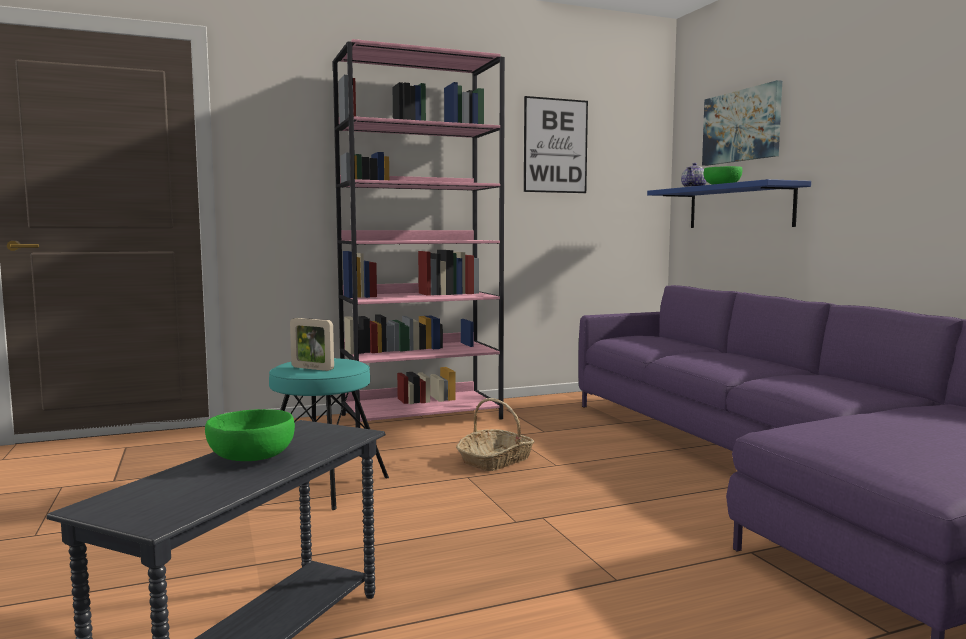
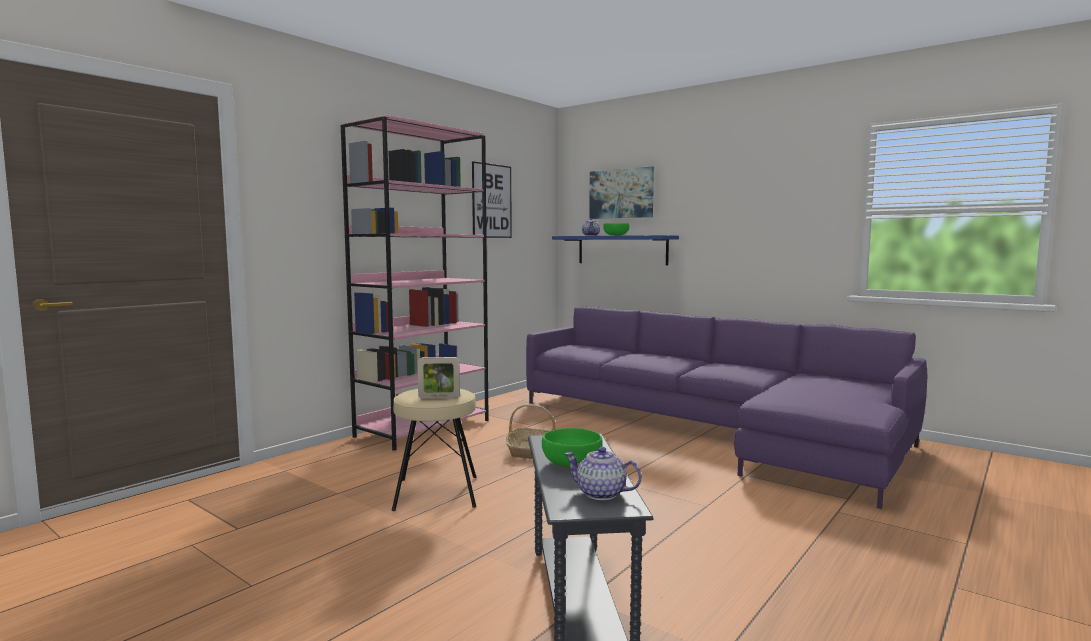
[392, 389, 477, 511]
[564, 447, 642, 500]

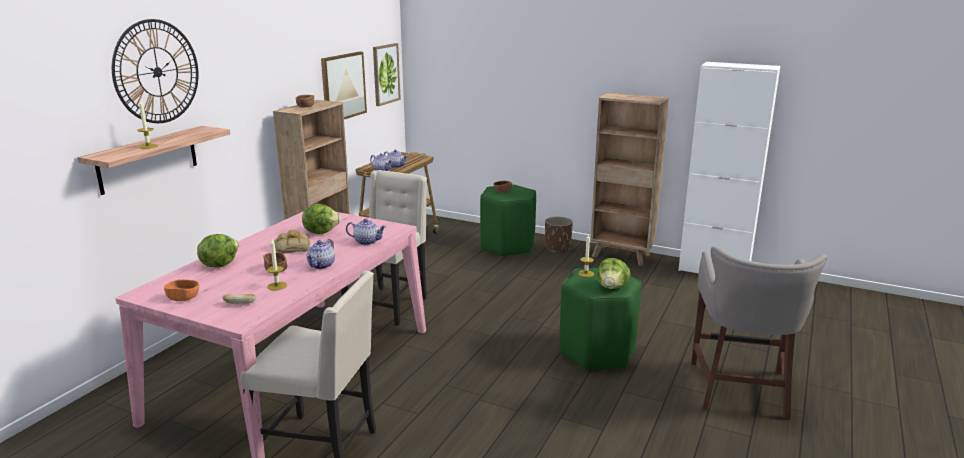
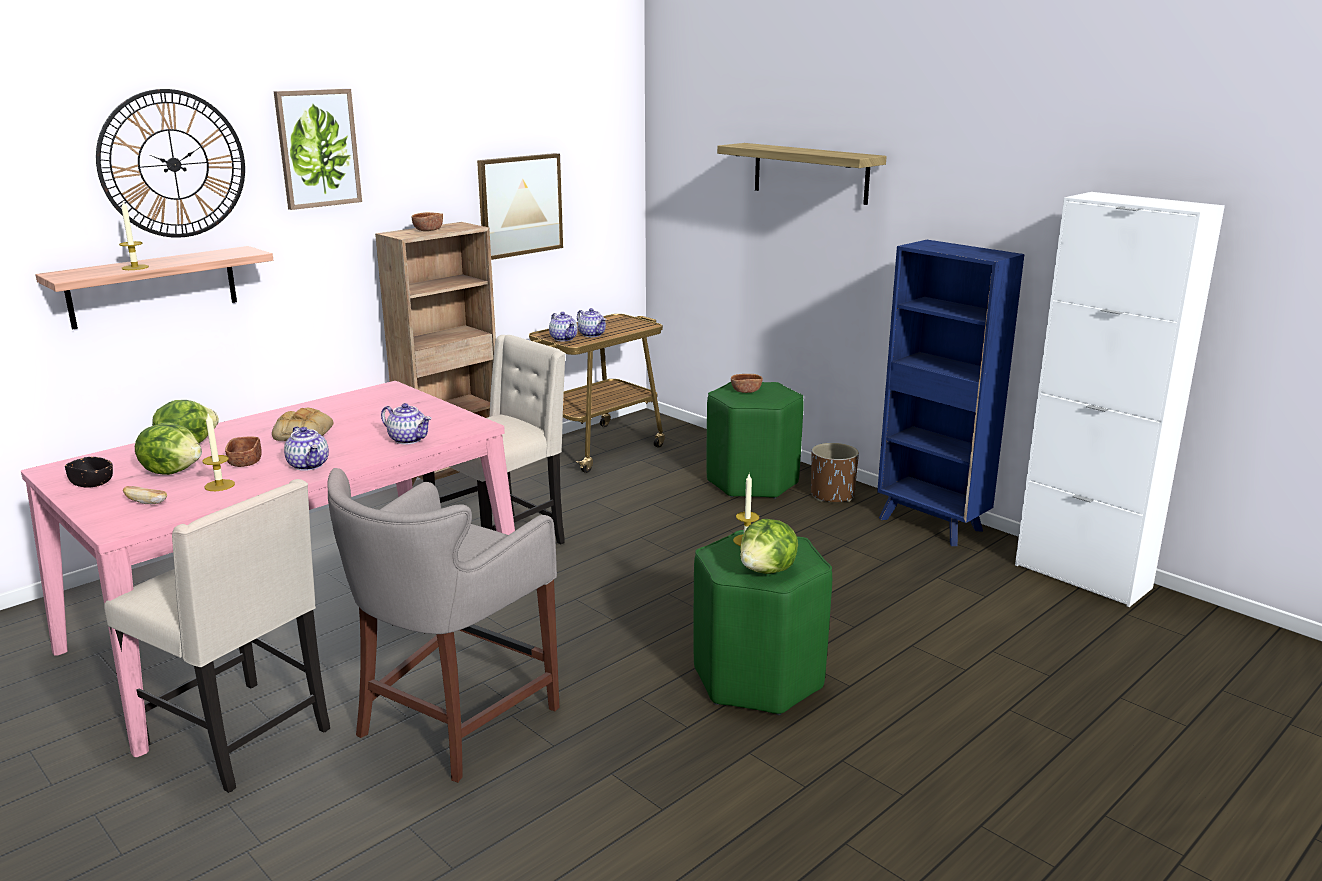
[274, 89, 362, 210]
[877, 240, 1025, 546]
[135, 422, 202, 475]
[284, 426, 329, 471]
[327, 468, 560, 783]
[65, 457, 113, 488]
[717, 143, 887, 205]

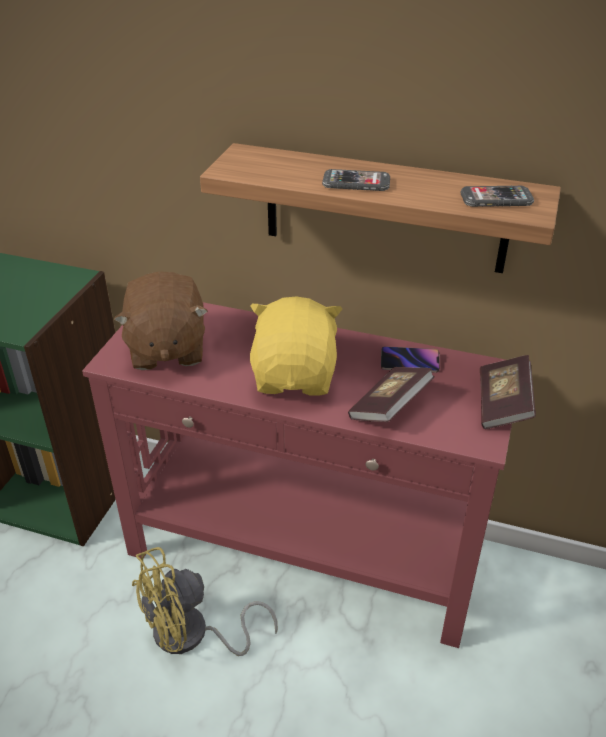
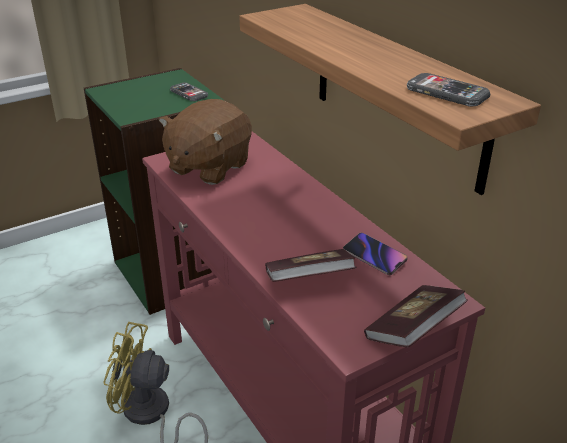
[170, 83, 208, 101]
[250, 296, 342, 396] (first image)

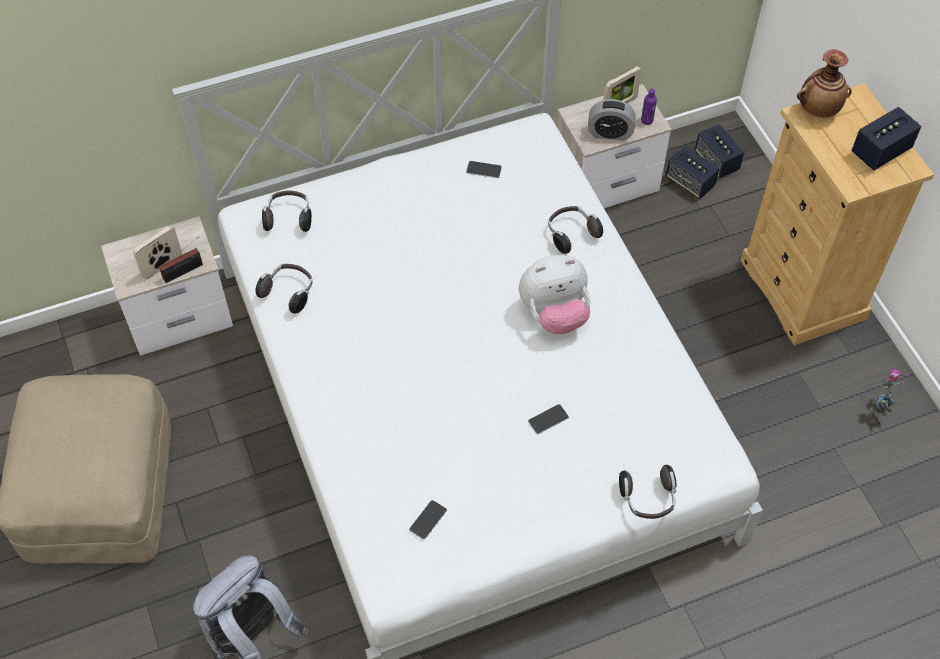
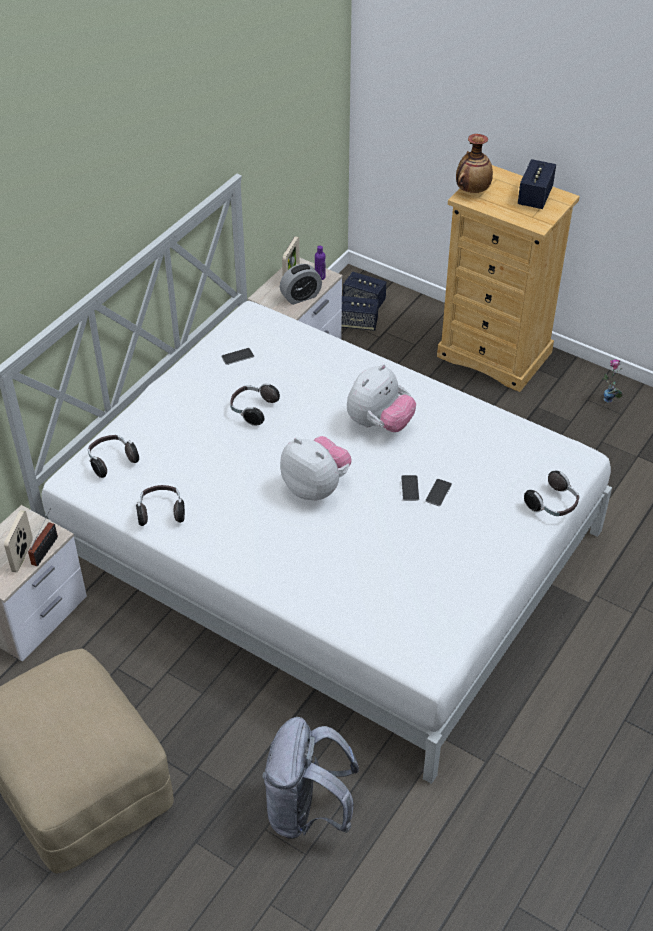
[230, 383, 280, 426]
[401, 475, 419, 501]
[280, 436, 352, 501]

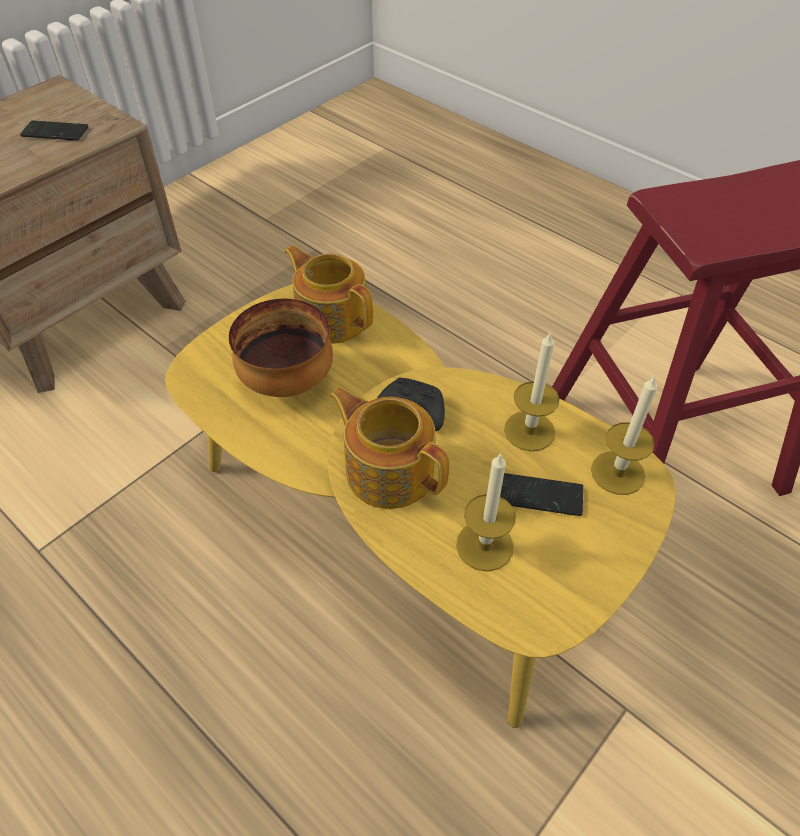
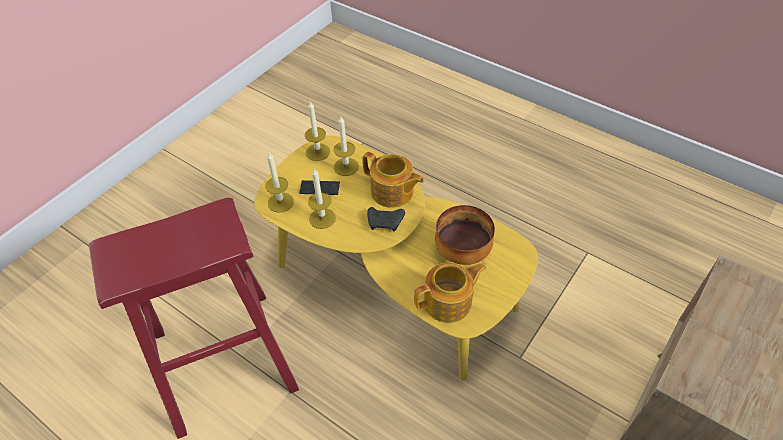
[20, 120, 89, 141] (first image)
[414, 263, 486, 323]
[305, 101, 330, 161]

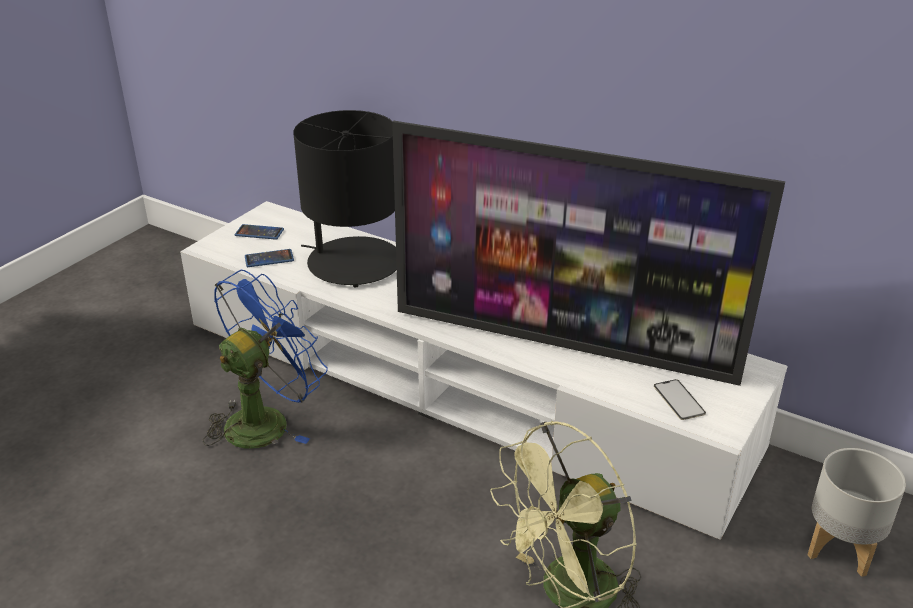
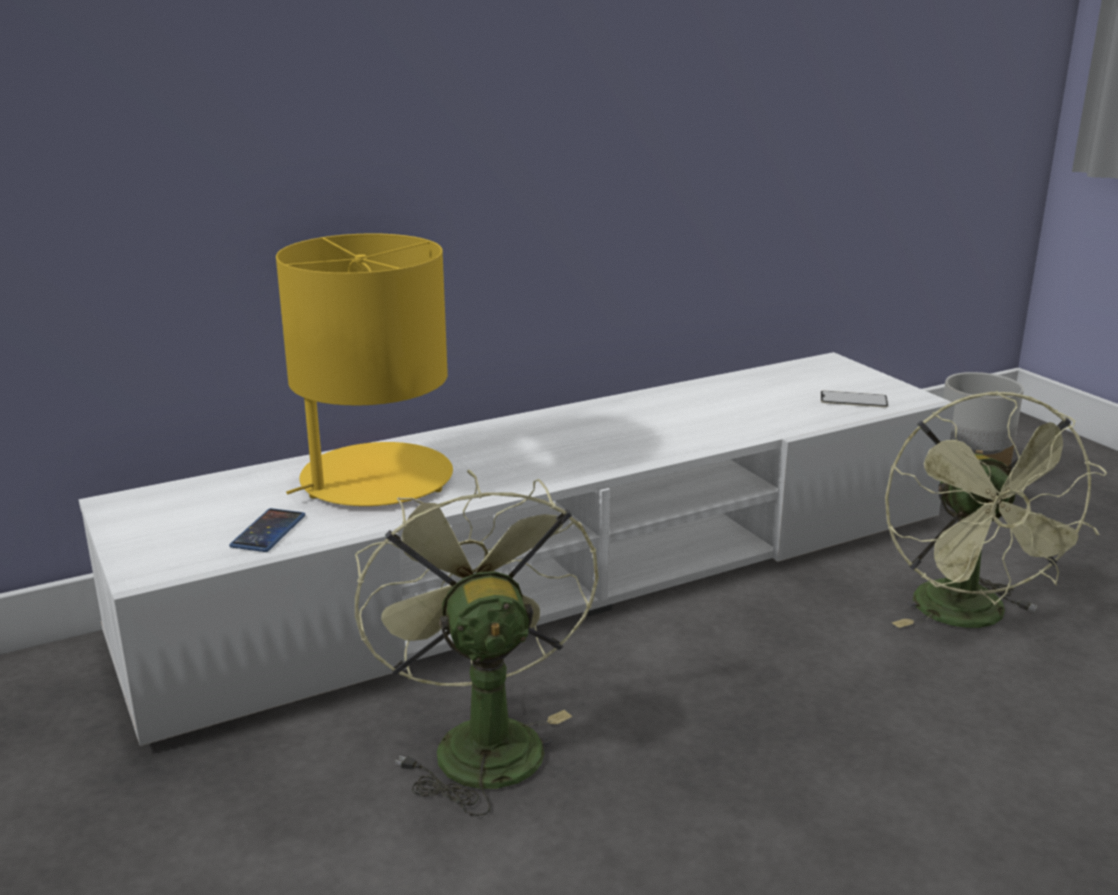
[276, 233, 453, 506]
[392, 121, 785, 386] (first image)
[235, 224, 284, 240] (first image)
[355, 469, 599, 816]

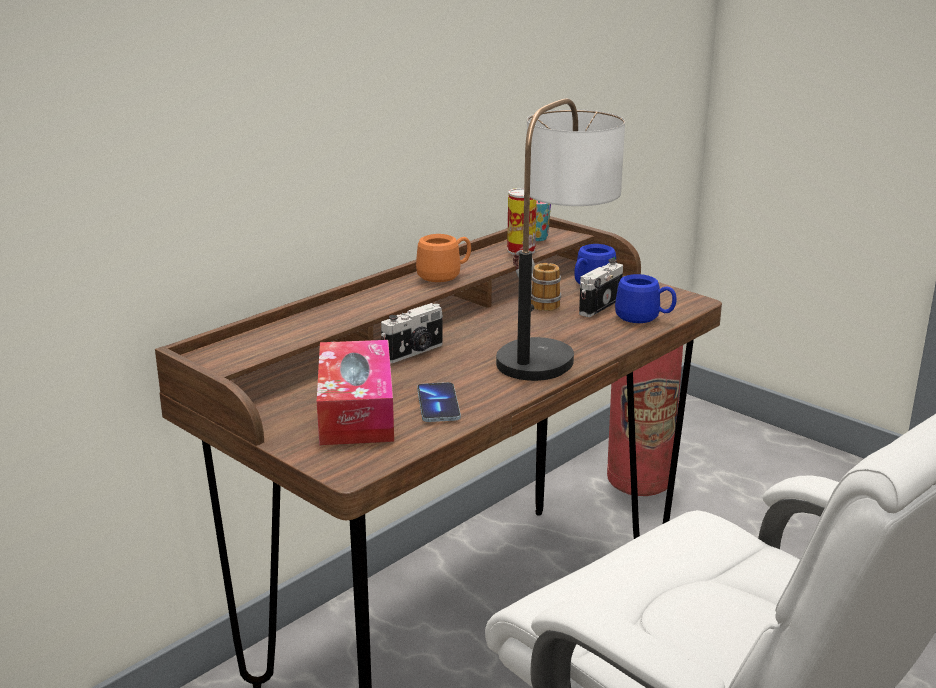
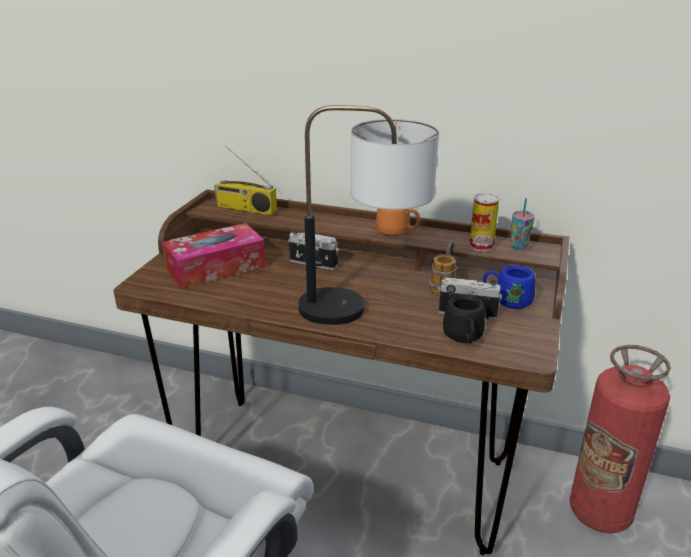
[443, 295, 485, 344]
[417, 382, 461, 422] (first image)
[214, 146, 277, 215]

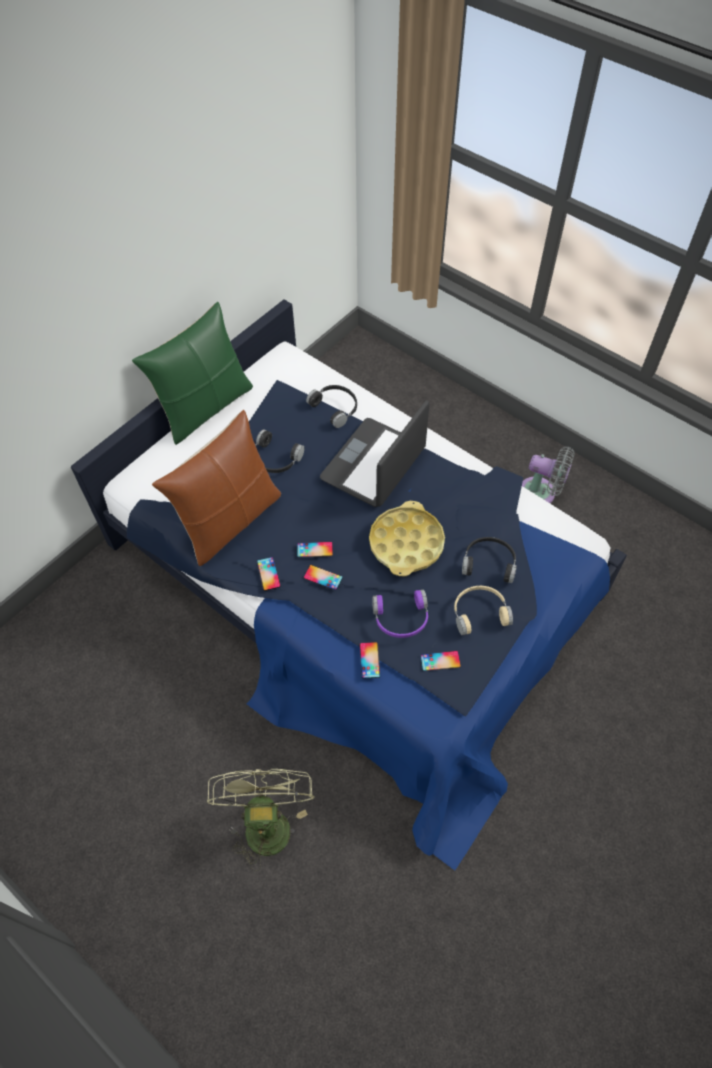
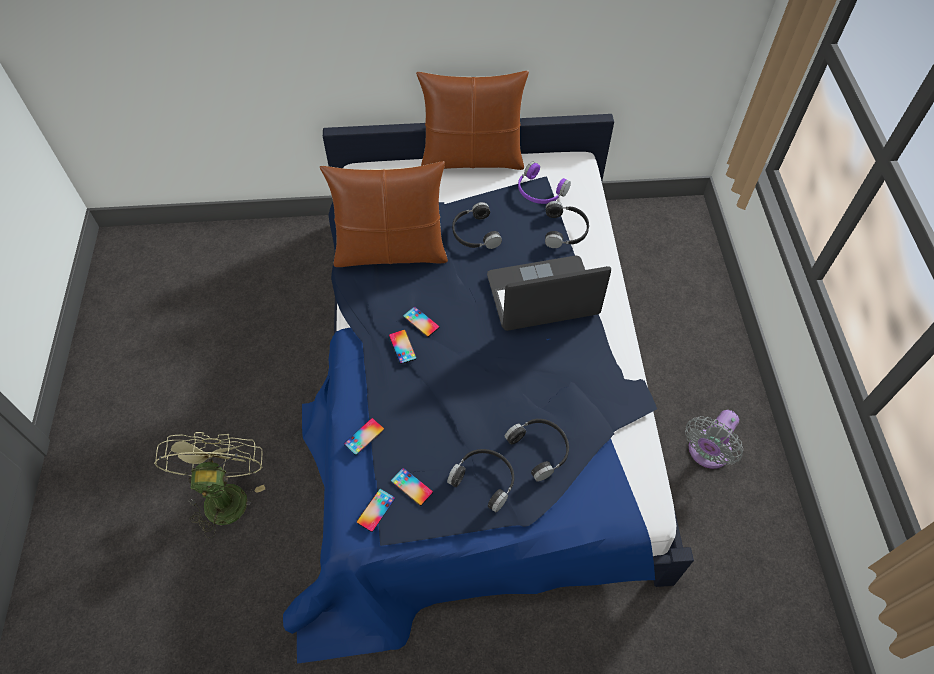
[416, 71, 529, 170]
[685, 410, 743, 469]
[369, 501, 445, 576] (first image)
[356, 489, 395, 532]
[447, 449, 514, 512]
[518, 161, 571, 204]
[154, 432, 265, 538]

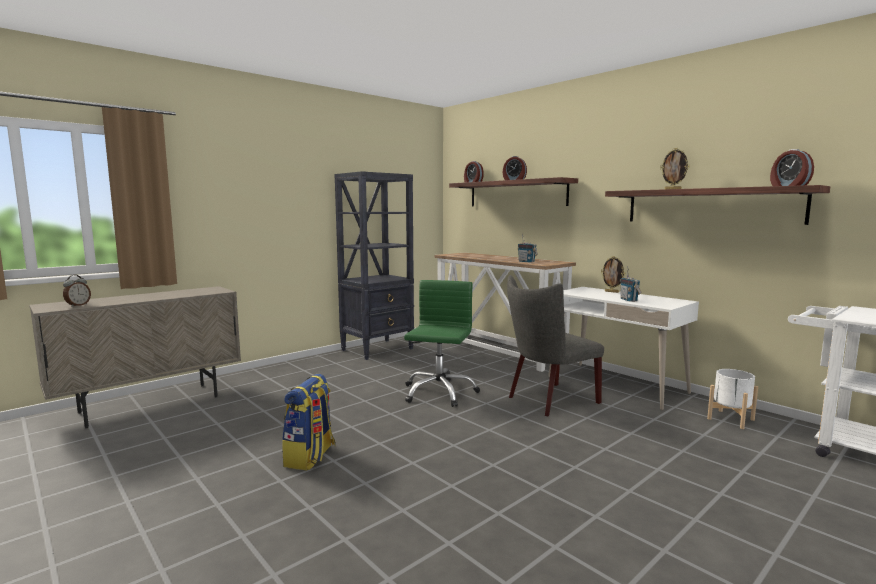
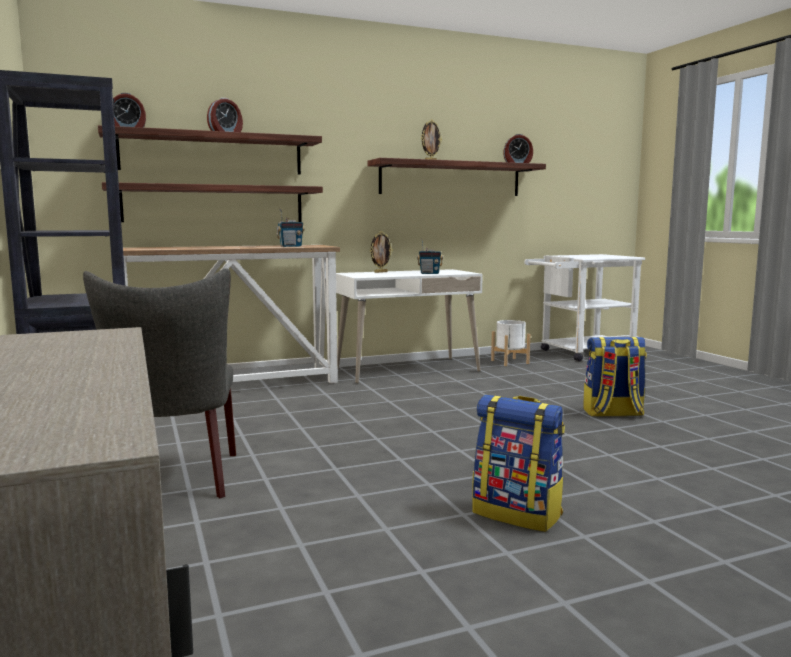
[63, 275, 91, 307] (first image)
[83, 268, 236, 498]
[404, 280, 480, 407] (first image)
[102, 182, 323, 222]
[584, 337, 647, 416]

